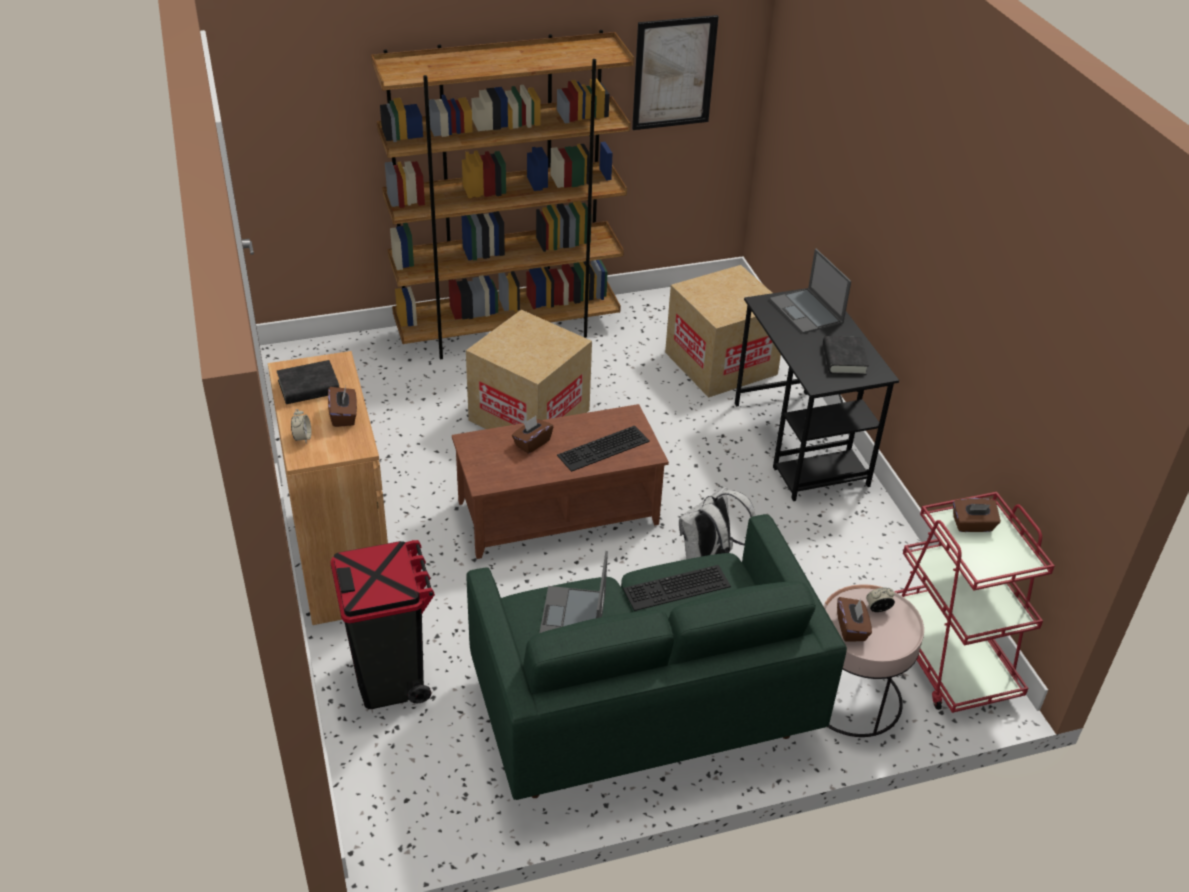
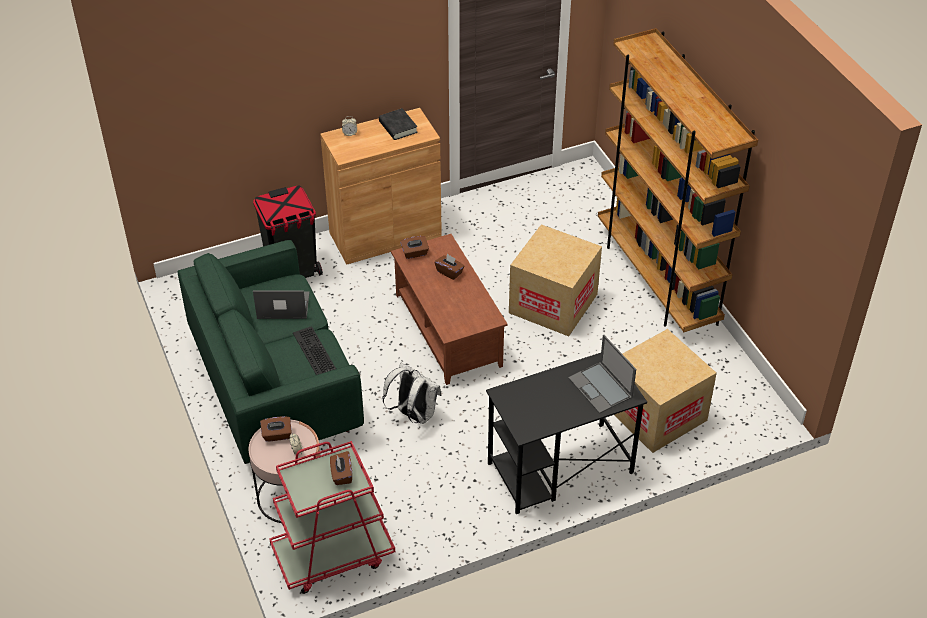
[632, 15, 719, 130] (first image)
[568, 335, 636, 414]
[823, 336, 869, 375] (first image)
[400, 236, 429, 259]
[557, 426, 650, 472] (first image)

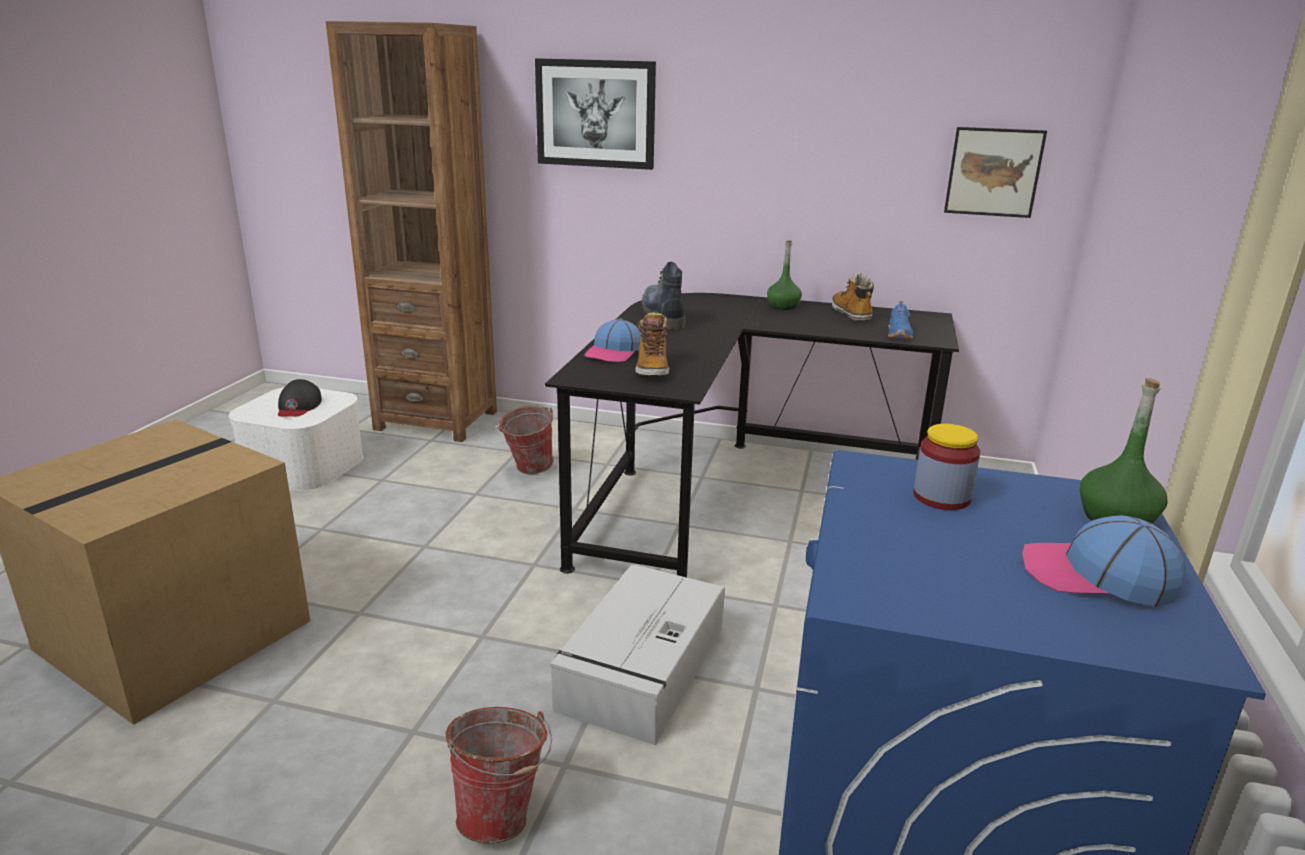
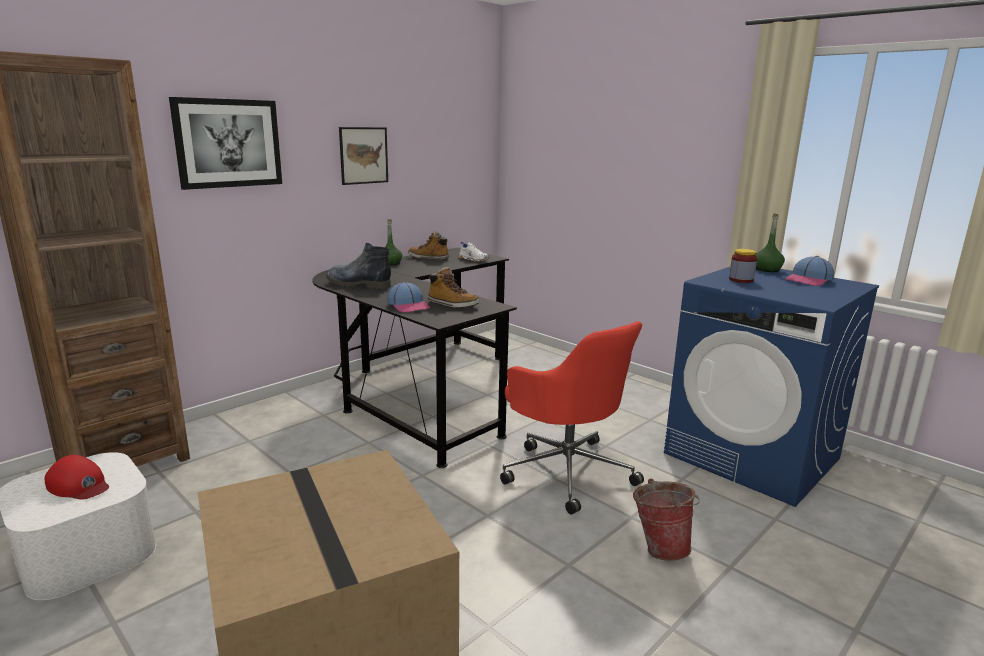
[339, 127, 388, 185]
[459, 242, 489, 262]
[45, 455, 109, 500]
[497, 405, 553, 474] (first image)
[500, 321, 644, 514]

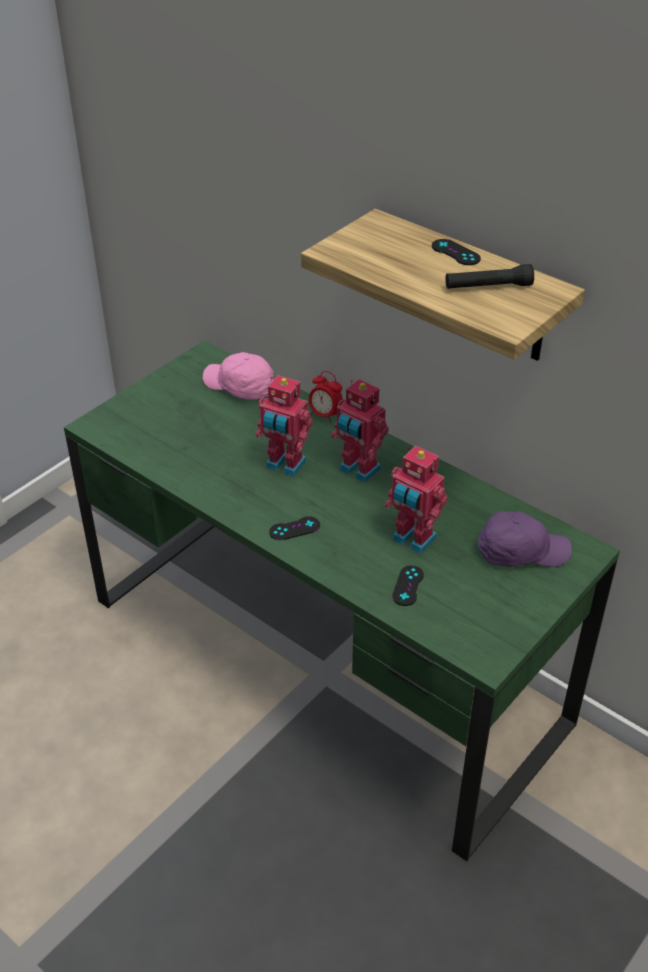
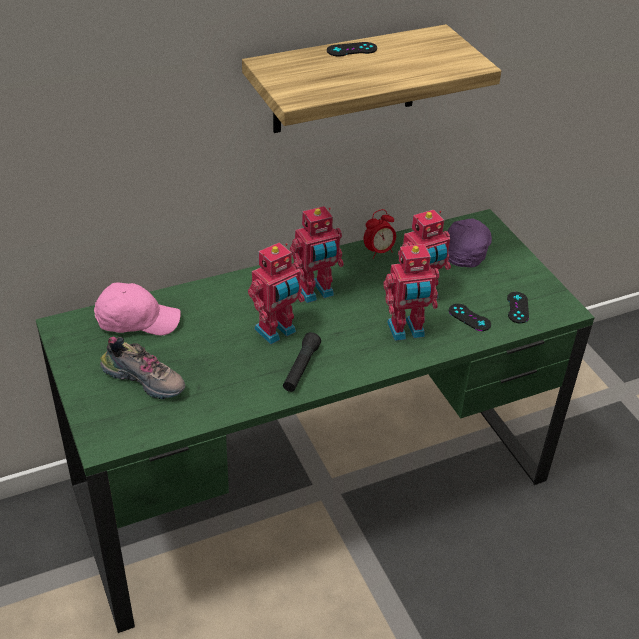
[283, 332, 321, 392]
[94, 283, 181, 335]
[364, 209, 396, 259]
[507, 292, 529, 323]
[383, 244, 439, 341]
[100, 337, 185, 399]

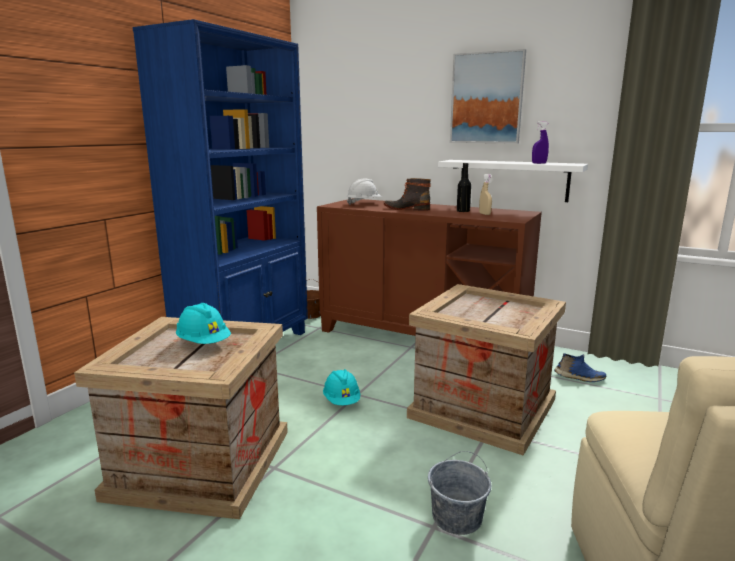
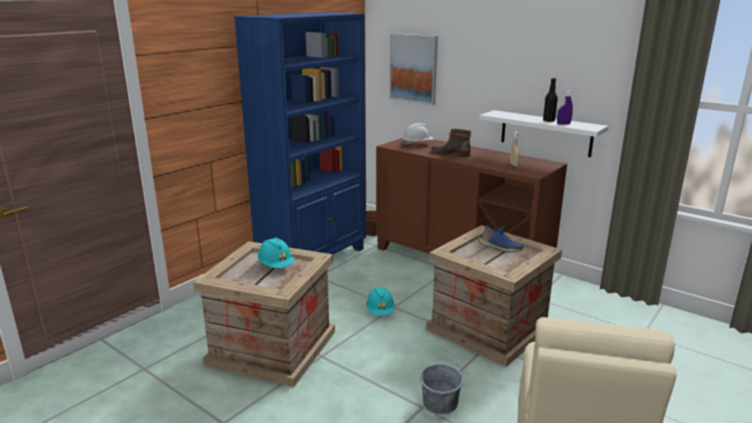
[390, 33, 438, 105]
[543, 78, 558, 122]
[478, 225, 523, 252]

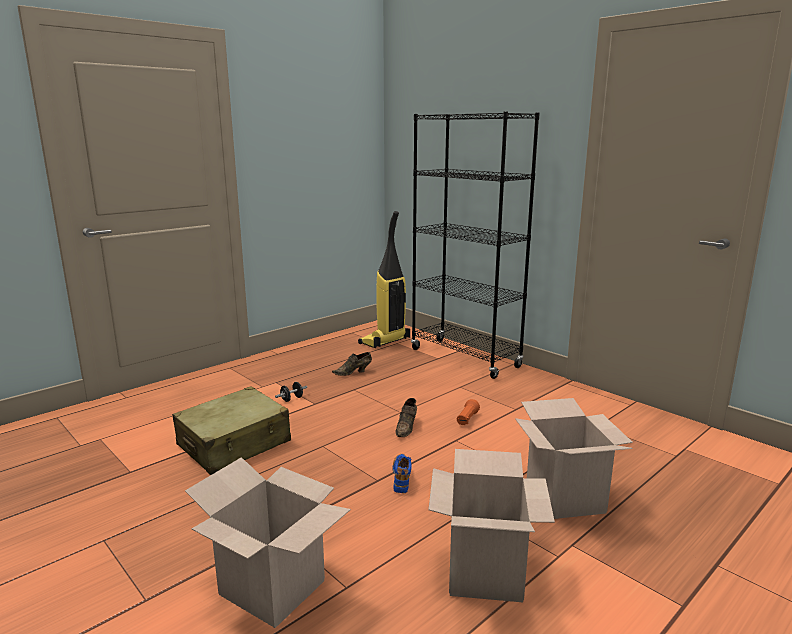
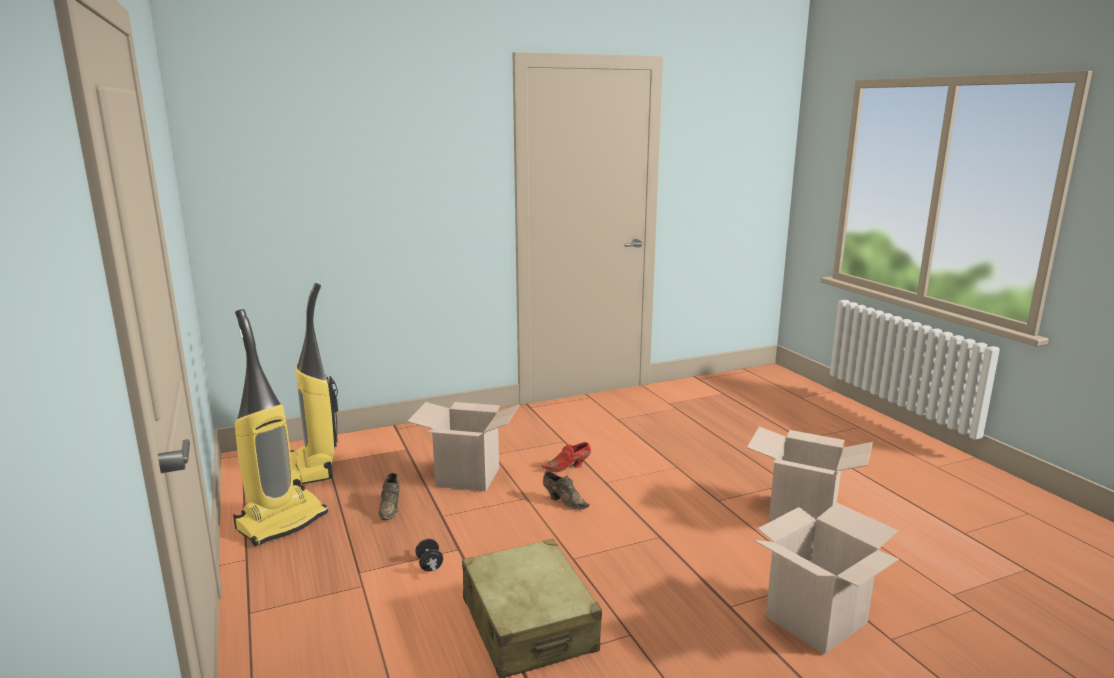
[411, 112, 540, 379] (first image)
[407, 402, 520, 492]
[541, 442, 591, 472]
[392, 454, 412, 493] (first image)
[233, 309, 328, 546]

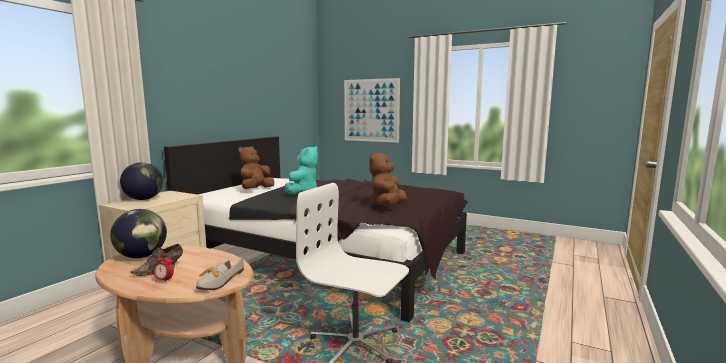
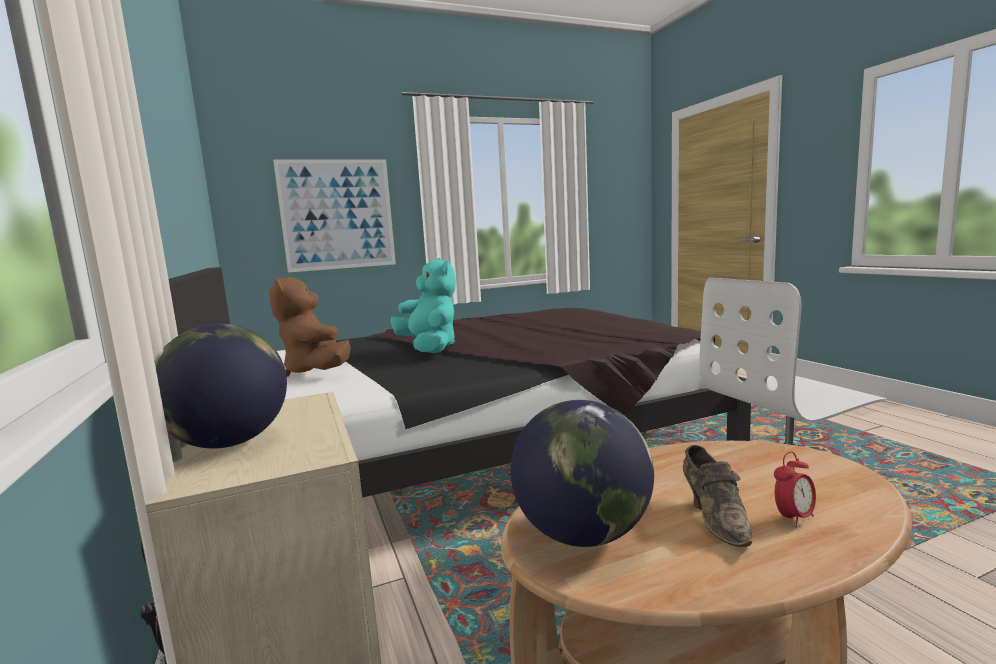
[369, 152, 407, 206] (first image)
[196, 256, 244, 290] (first image)

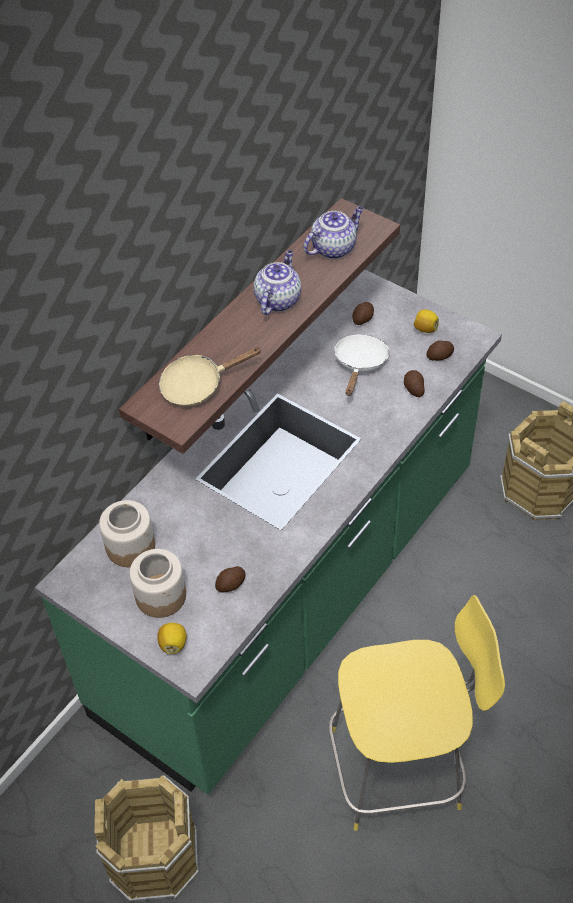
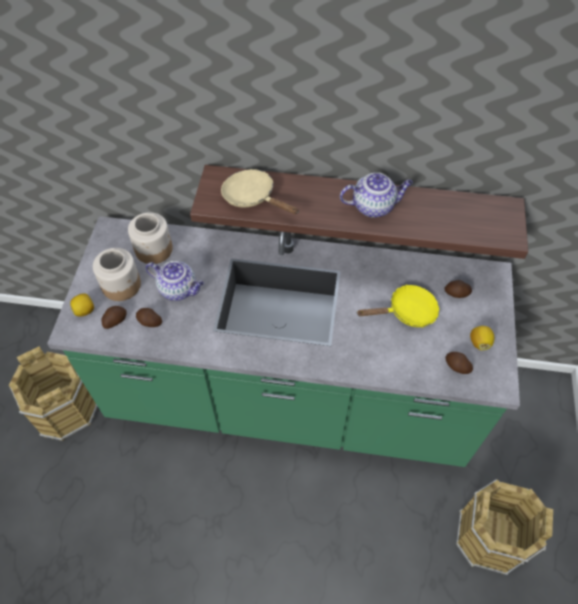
[146, 261, 204, 301]
[356, 284, 440, 327]
[102, 306, 127, 329]
[329, 595, 505, 831] (first image)

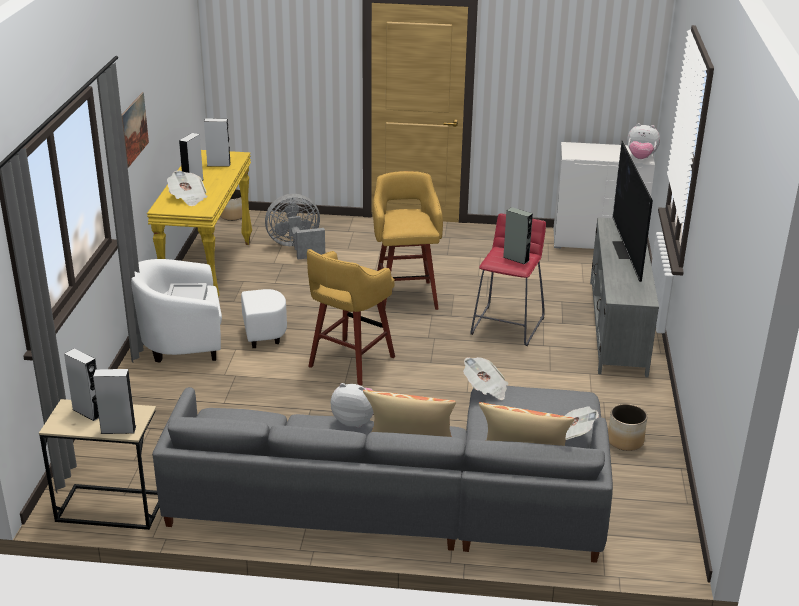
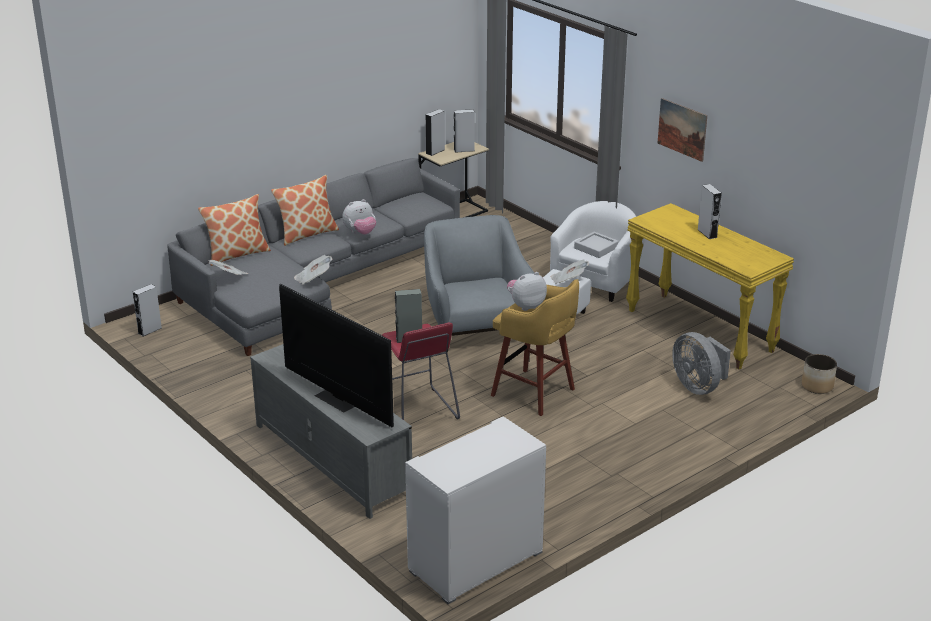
[133, 284, 162, 336]
[507, 272, 547, 311]
[551, 259, 589, 284]
[672, 332, 731, 395]
[424, 215, 534, 352]
[608, 404, 647, 451] (first image)

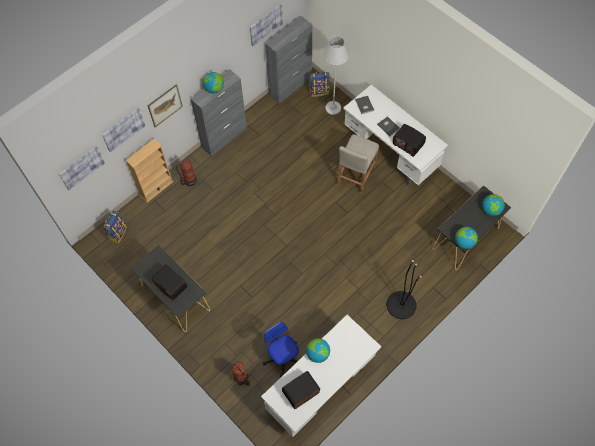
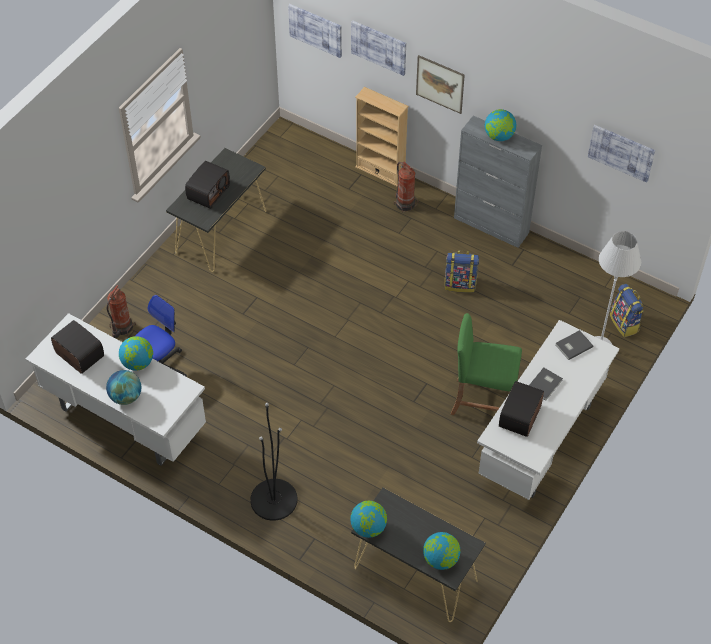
[265, 16, 312, 104] (first image)
[451, 313, 522, 415]
[445, 250, 479, 293]
[106, 370, 141, 405]

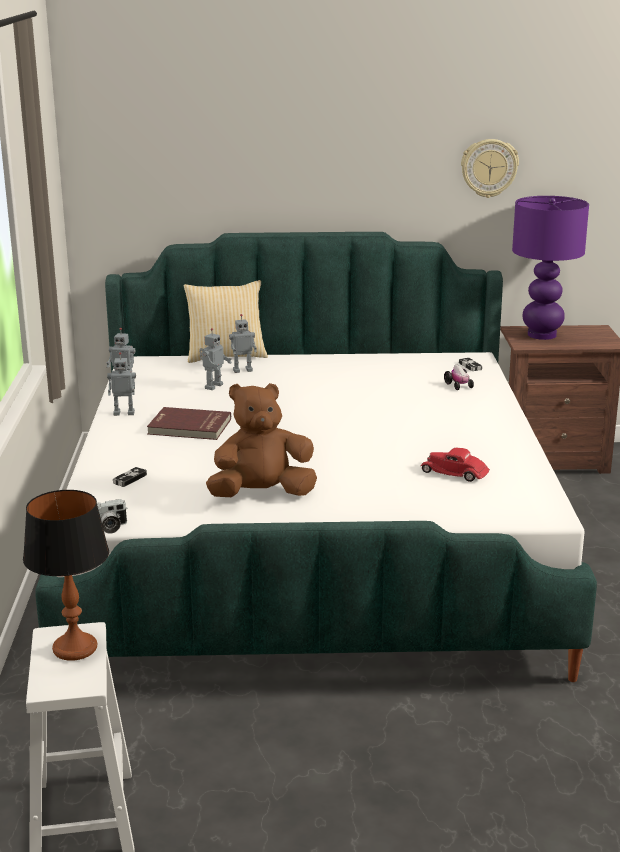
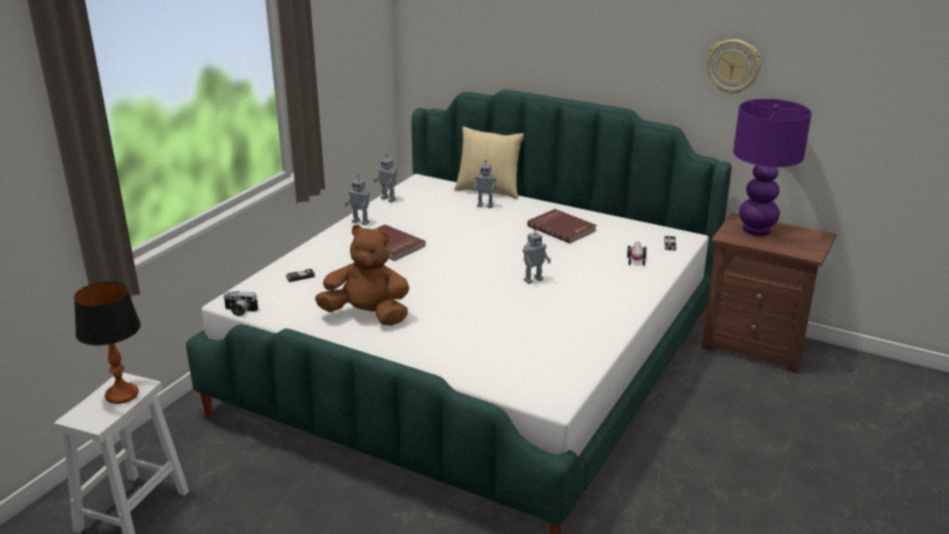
[523, 228, 551, 284]
[421, 448, 490, 482] (first image)
[527, 209, 596, 244]

